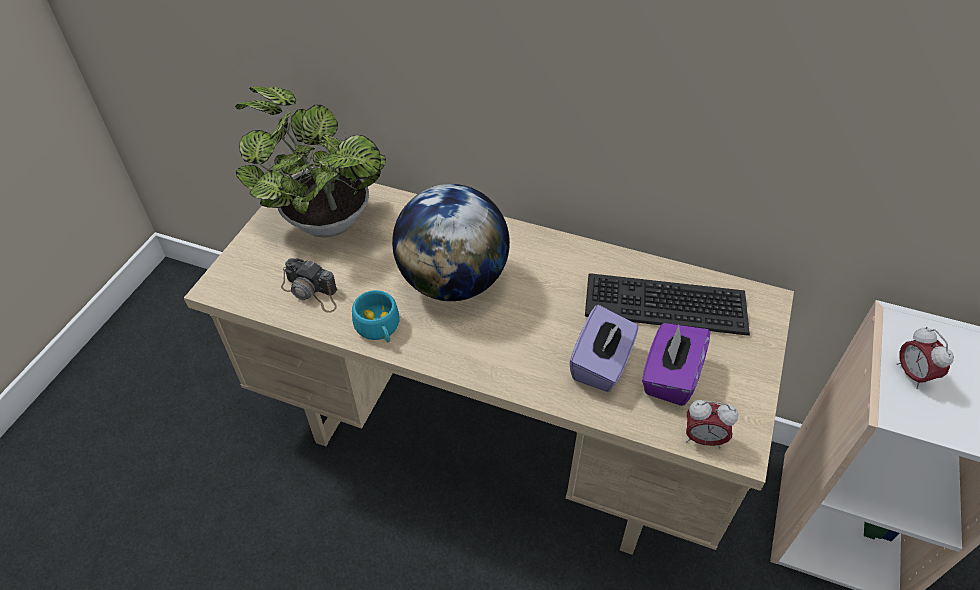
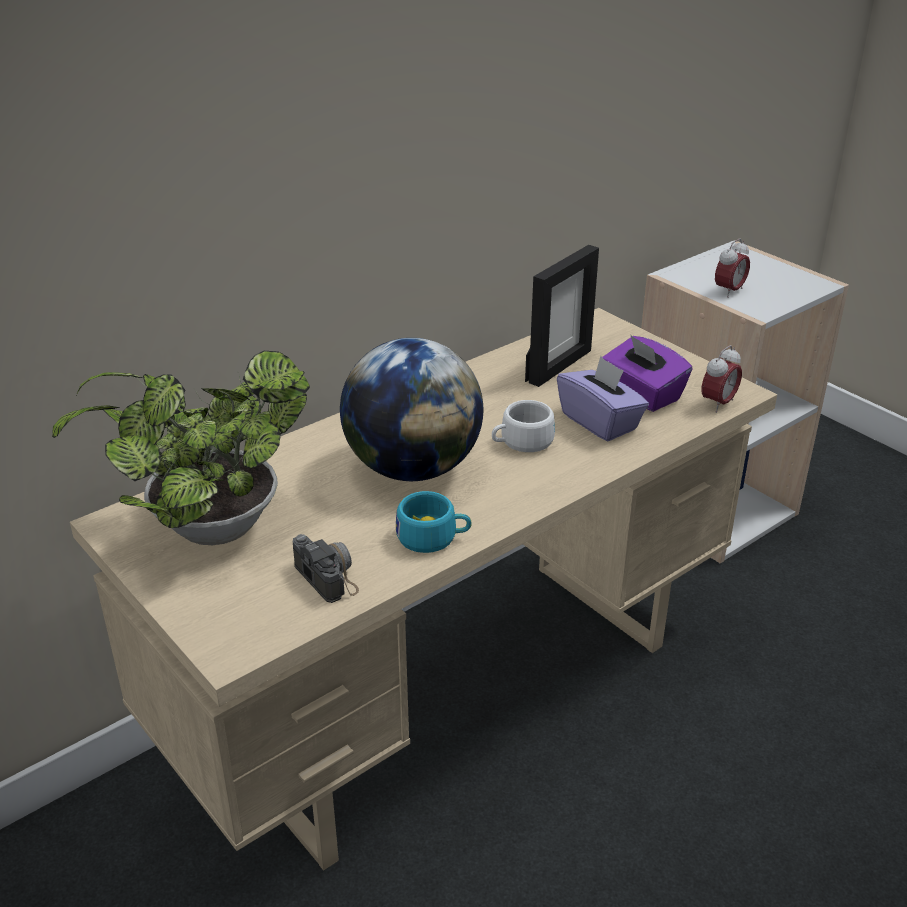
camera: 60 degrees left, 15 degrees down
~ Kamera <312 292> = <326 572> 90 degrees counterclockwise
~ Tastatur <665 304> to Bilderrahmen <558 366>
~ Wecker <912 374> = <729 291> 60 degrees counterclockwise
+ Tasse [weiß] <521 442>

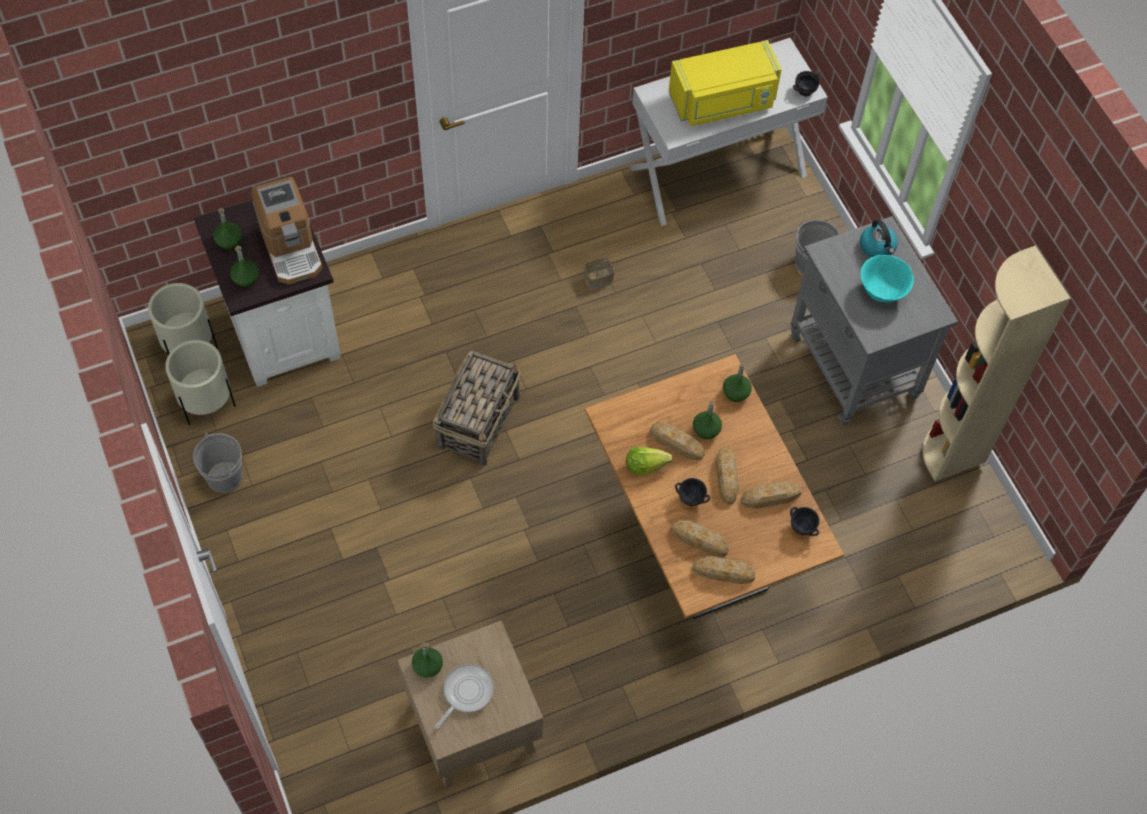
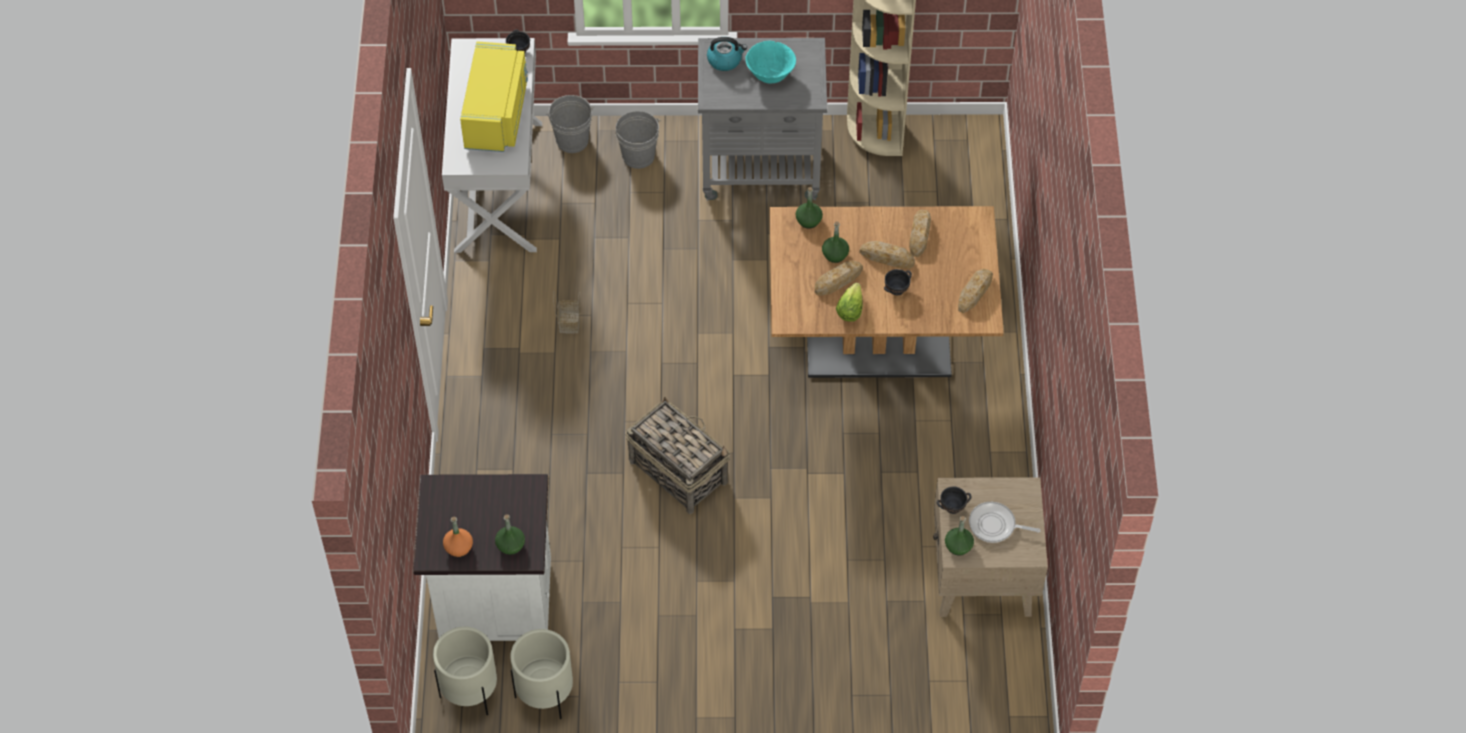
camera: 65 degrees left, 5 degrees down
~ Eimer [grau] <225 477> to <572 140>
~ Flasche [grün] <229 241> to Flasche [orange] <458 547>
- Kaffeemaschine <291 248>
~ Pfanne <466 693> = <995 525> 45 degrees counterclockwise
- Brot <699 540>
~ Schüssel [schwarz] <802 528> to <953 507>

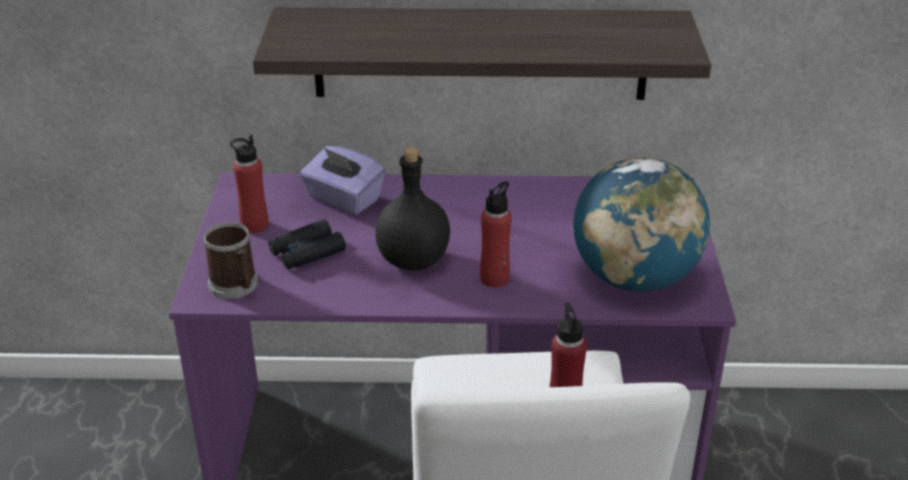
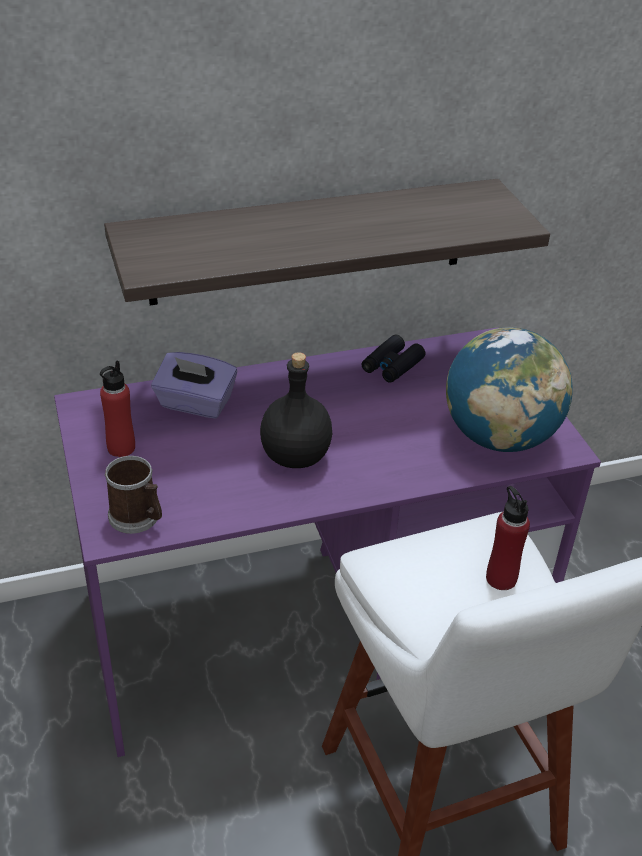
camera: 20 degrees left, 5 degrees up
~ Fernglas [schwarz] <307 252> to <392 366>
- Flasche [rot] <494 278>

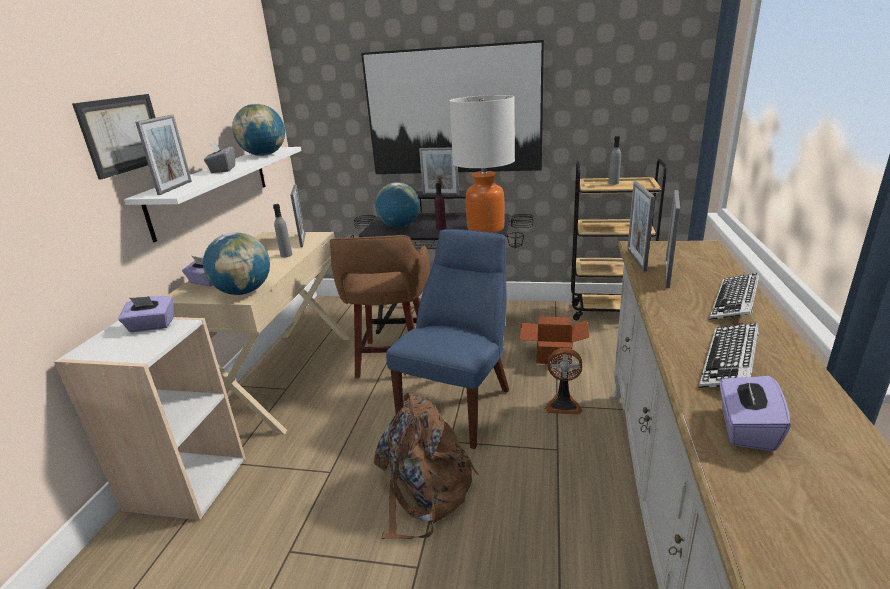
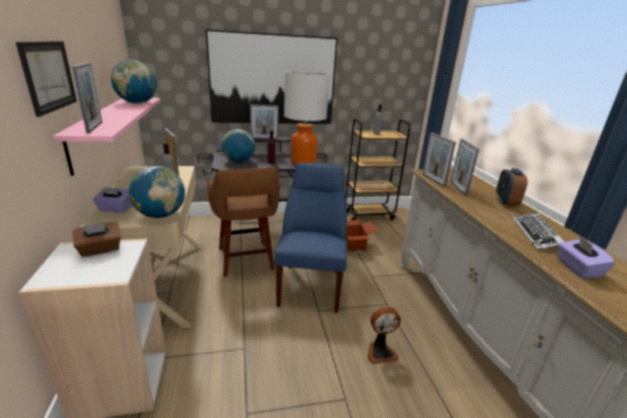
camera: 25 degrees left, 0 degrees up
~ Taschentuchbox [lila] <152 326> to Taschentuchbox [braun] <100 249>
~ Wandregal [weiß] <212 189> to Wandregal [rosa] <100 130>
- Taschentuchbox [grau] <222 170>
- Rucksack [braun] <423 491>
~ Ventilator <563 404> to <380 352>
~ Tastatur <735 302> to Wecker <505 202>

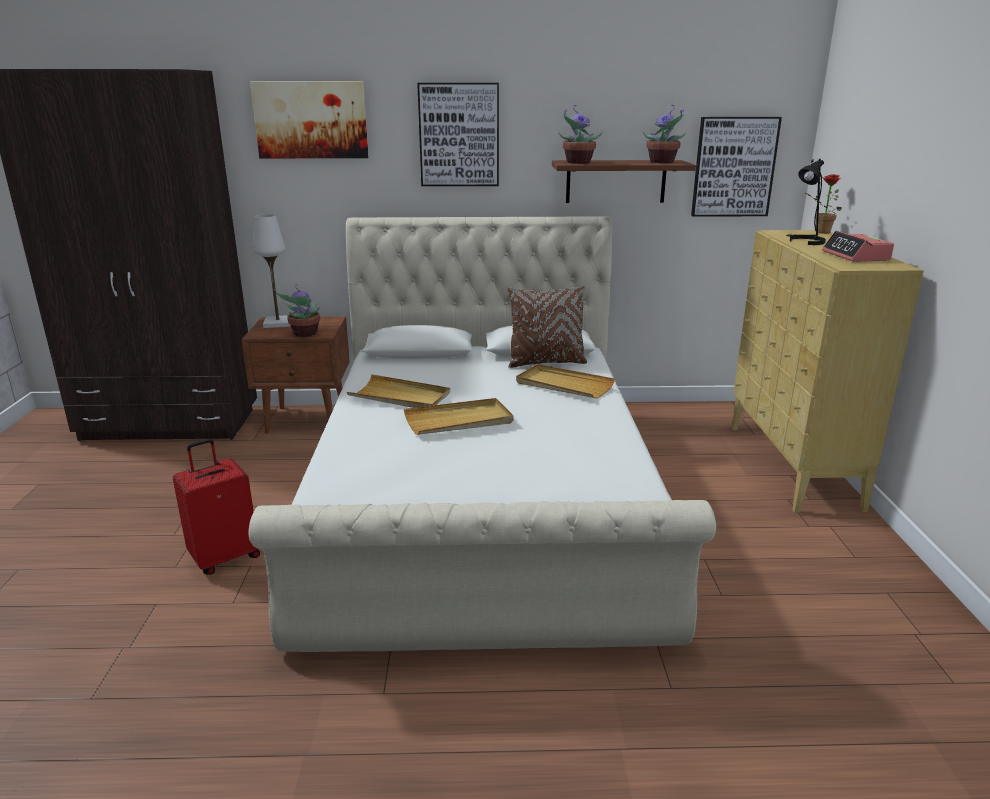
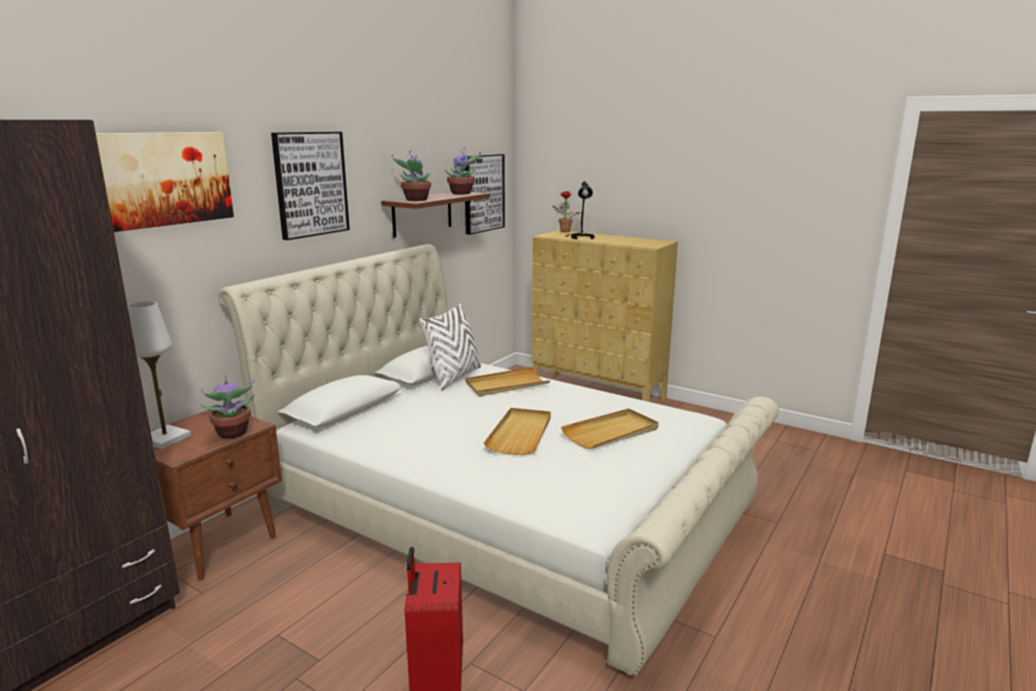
camera: 55 degrees left, 5 degrees down
~ Tablett [beige] <400 397> to <611 432>
~ Kissen [braun] <546 362> to Kissen [weiß] <454 377>
- Wecker <856 256>

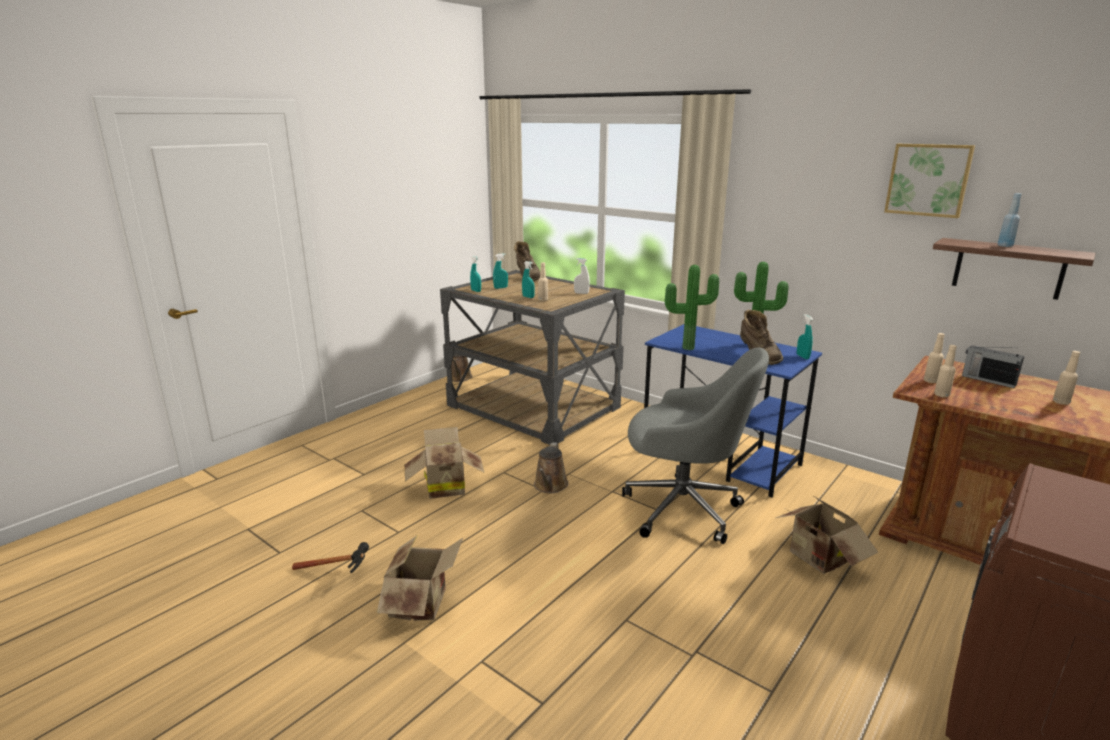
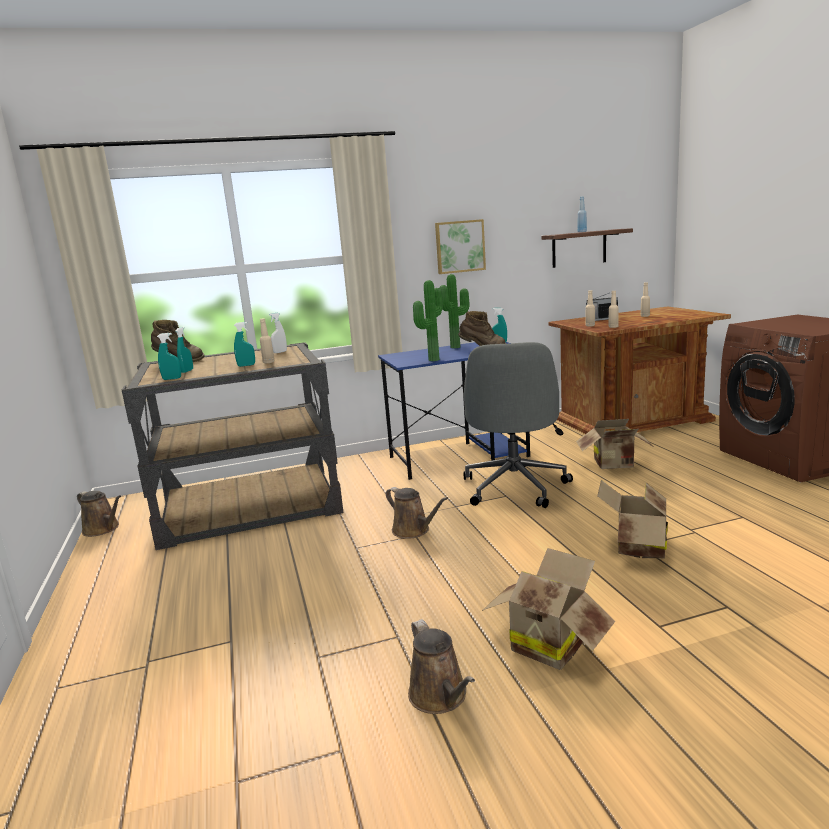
camera: 55 degrees left, 5 degrees down
~ Hammer <340 572> to Gießkanne [braun] <440 696>
~ Karton <444 487> to <636 548>
~ Bürostuhl [grau] <683 510> = <514 488> 135 degrees clockwise
~ Bild <928 180> to <459 246>

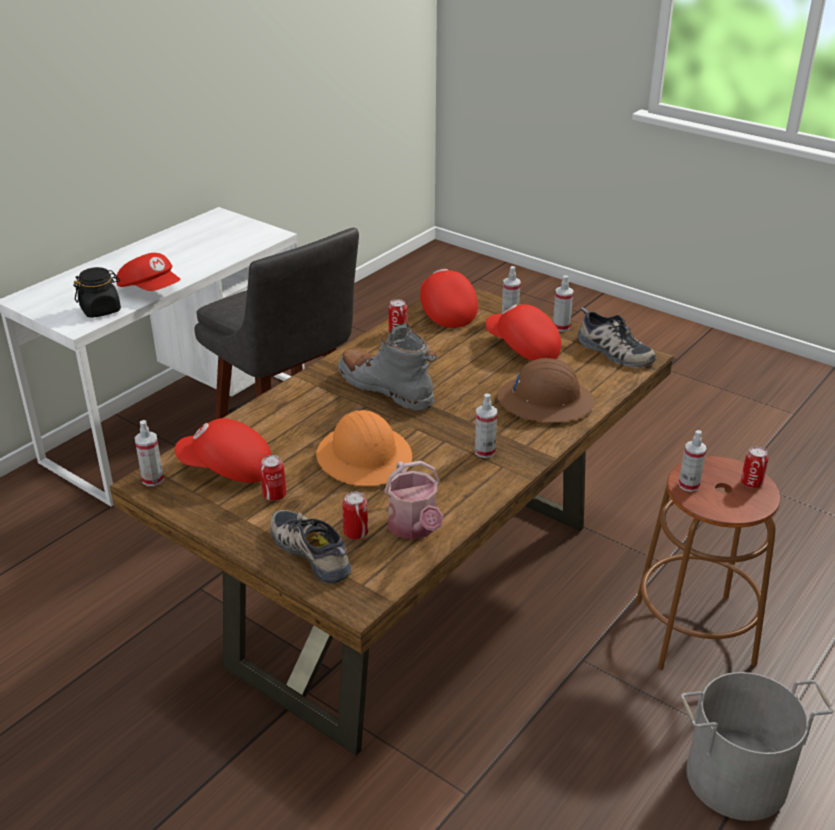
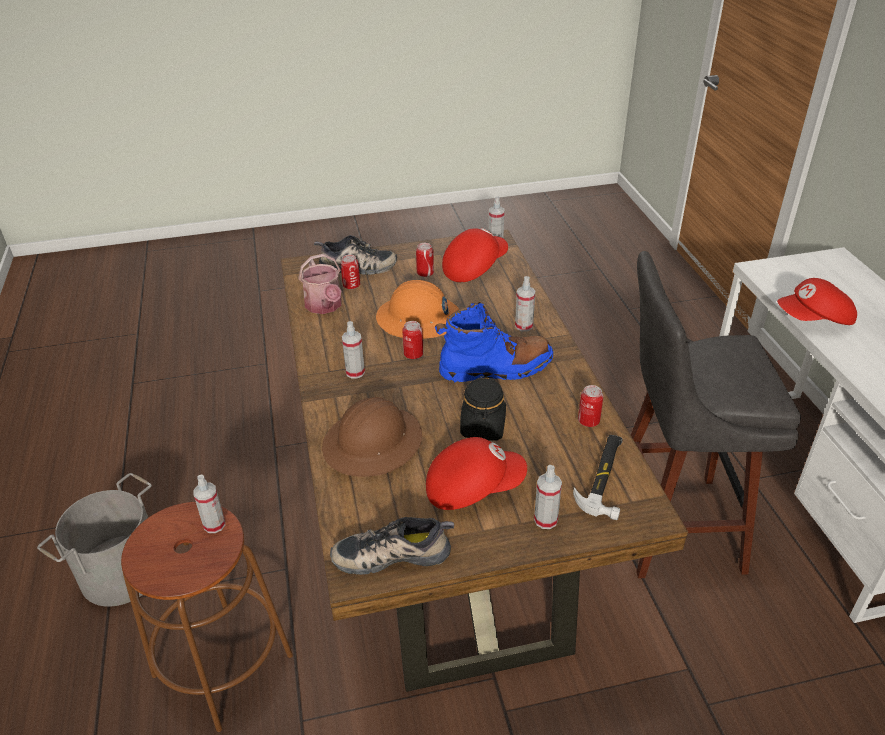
camera: 130 degrees right, 5 degrees up
~ Vorratsglas [schwarz] <101 310> to <483 428>
~ Stiefel [grau] <386 389> to Stiefel [blau] <496 368>
~ Gießkanne <415 528> = <325 306> 135 degrees counterclockwise
~ Kappe [rot] <445 311> to Hammer <605 477>
~ Sprühflasche <561 327> to <524 326>
~ Dose <751 483> to <413 354>

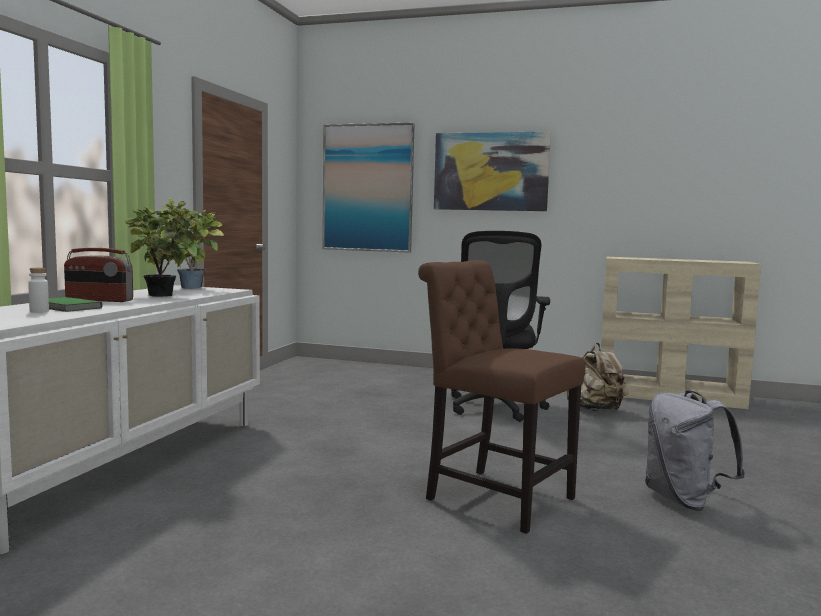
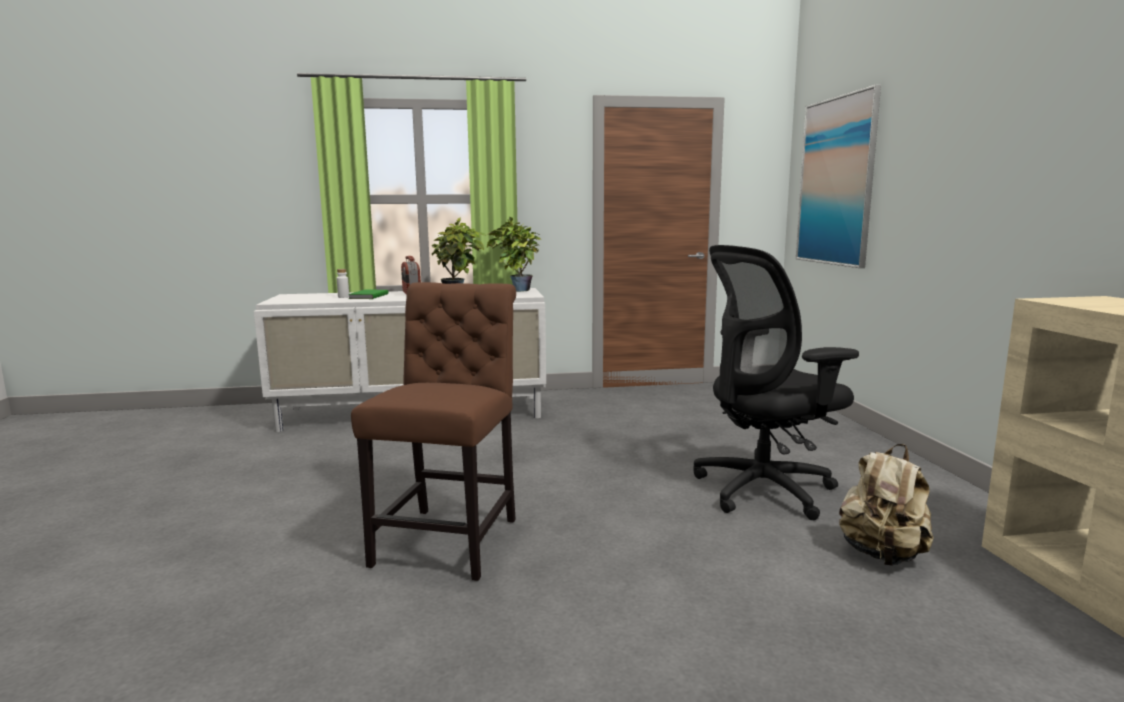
camera: 65 degrees right, 5 degrees up
- Bild <491 171>
- Rucksack [grau] <684 500>

